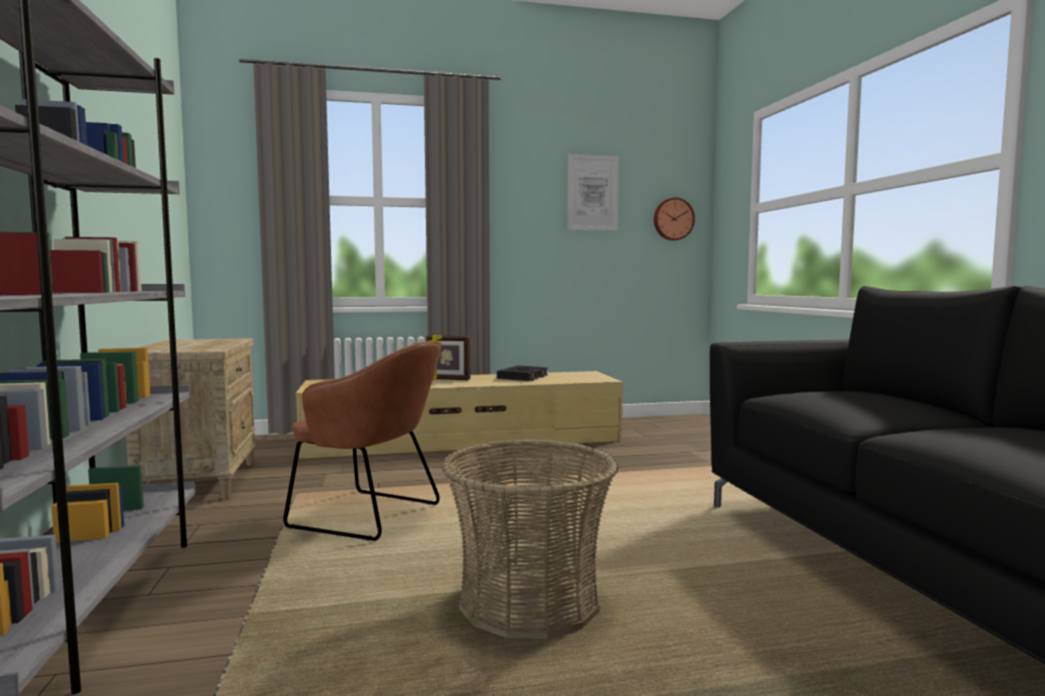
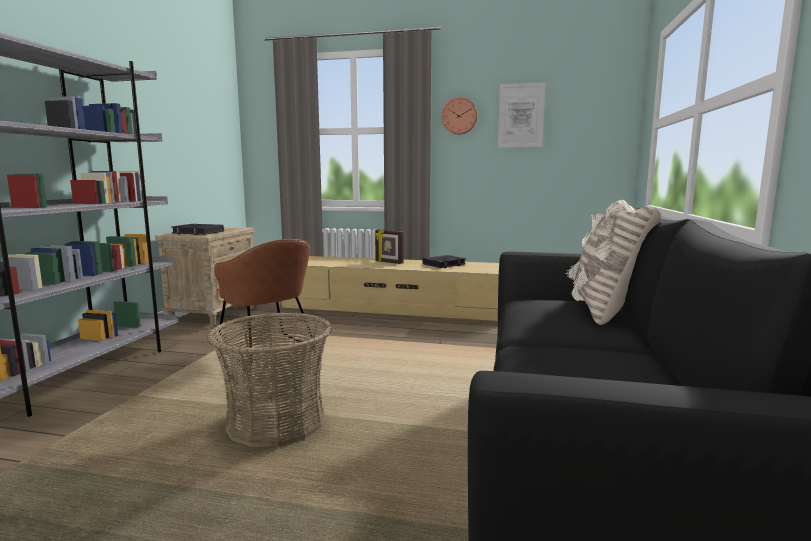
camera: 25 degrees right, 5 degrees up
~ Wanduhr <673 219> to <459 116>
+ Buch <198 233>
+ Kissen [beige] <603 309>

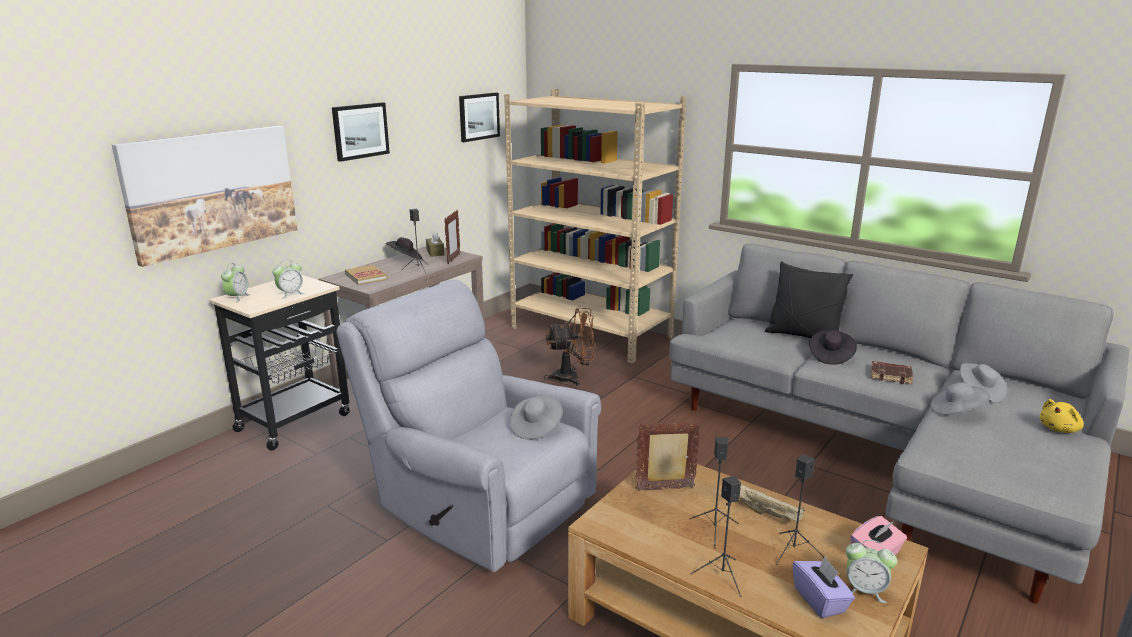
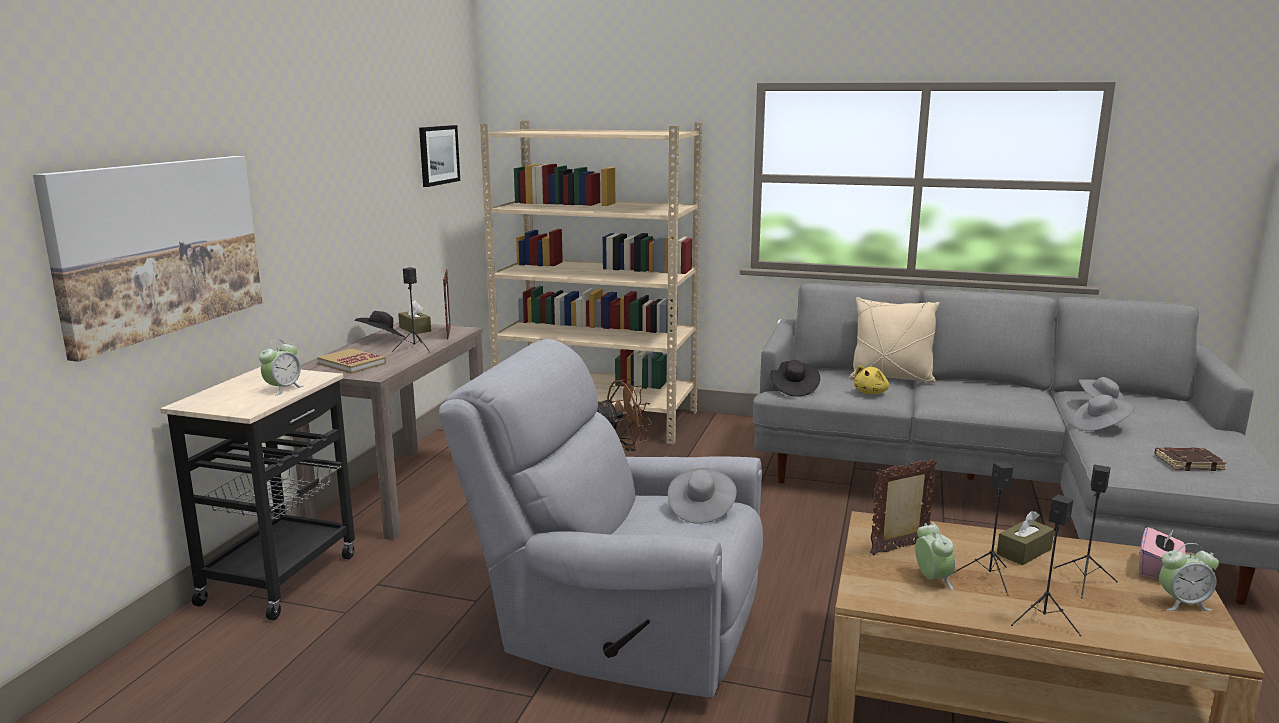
camera: 20 degrees left, 5 degrees down
~ Wecker <237 297> to <932 580>
- Bild <360 131>
~ Tablett [beige] <768 514> to Taschentuchbox [braun] <1024 552>
~ Kissen [schwarz] <803 336> to Kissen [beige] <891 378>
- Taschentuchbox [lila] <820 600>
~ Hut [schwarz] <830 356> to <793 389>
~ Buch [braun] <891 375> to <1188 463>
~ Plüschtier [gelb] <1059 429> to <871 393>

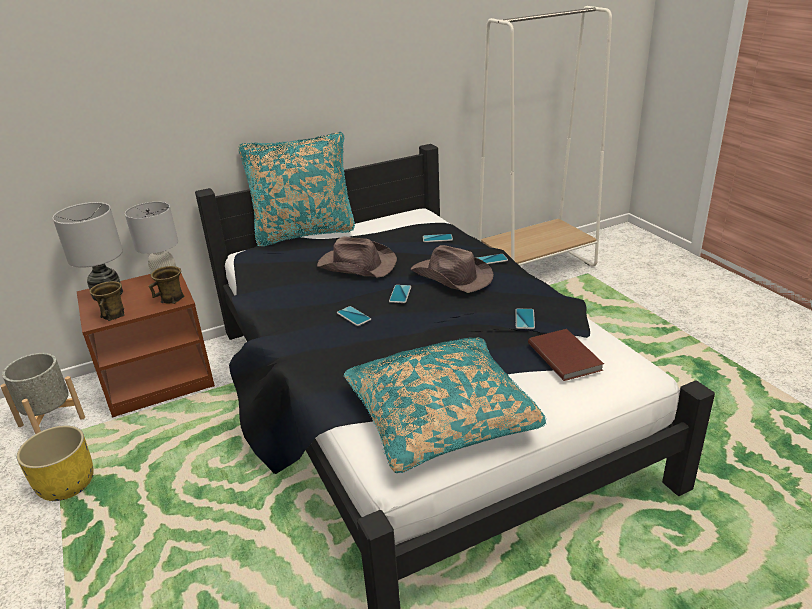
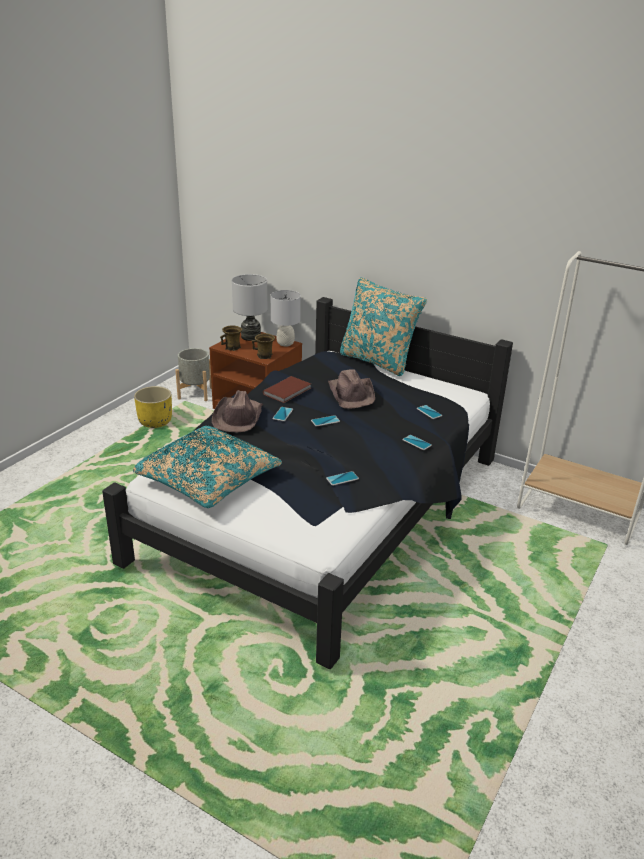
camera: 55 degrees right, 0 degrees up
~ Hut [braun] <452 277> to <238 417>
~ Buch [braun] <565 356> to <288 391>

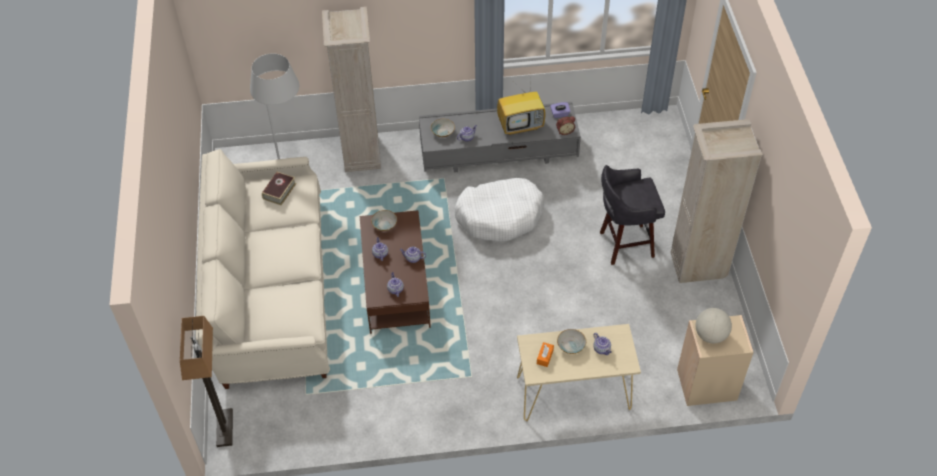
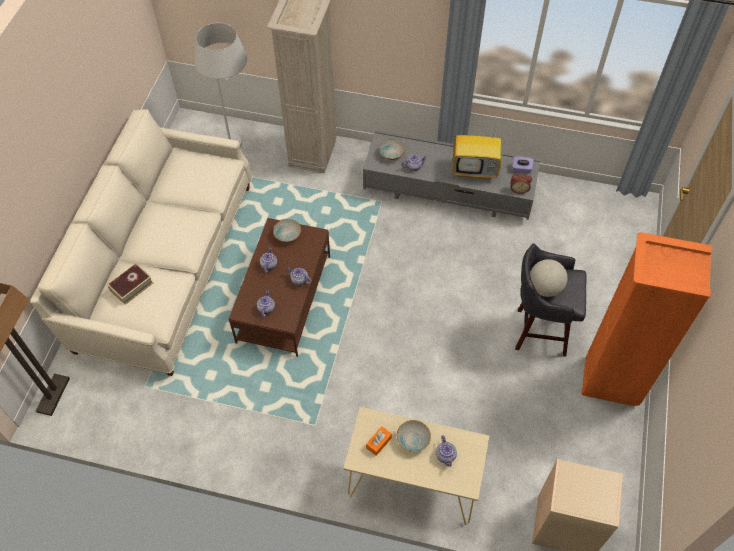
camera: 20 degrees right, 5 degrees up
~ Buch <279 191> to <131 286>
- Hundebett [weiß] <500 216>
~ Schrank [beige] <698 265> to Schrank [orange] <610 381>
~ Globus <710 335> to <545 288>

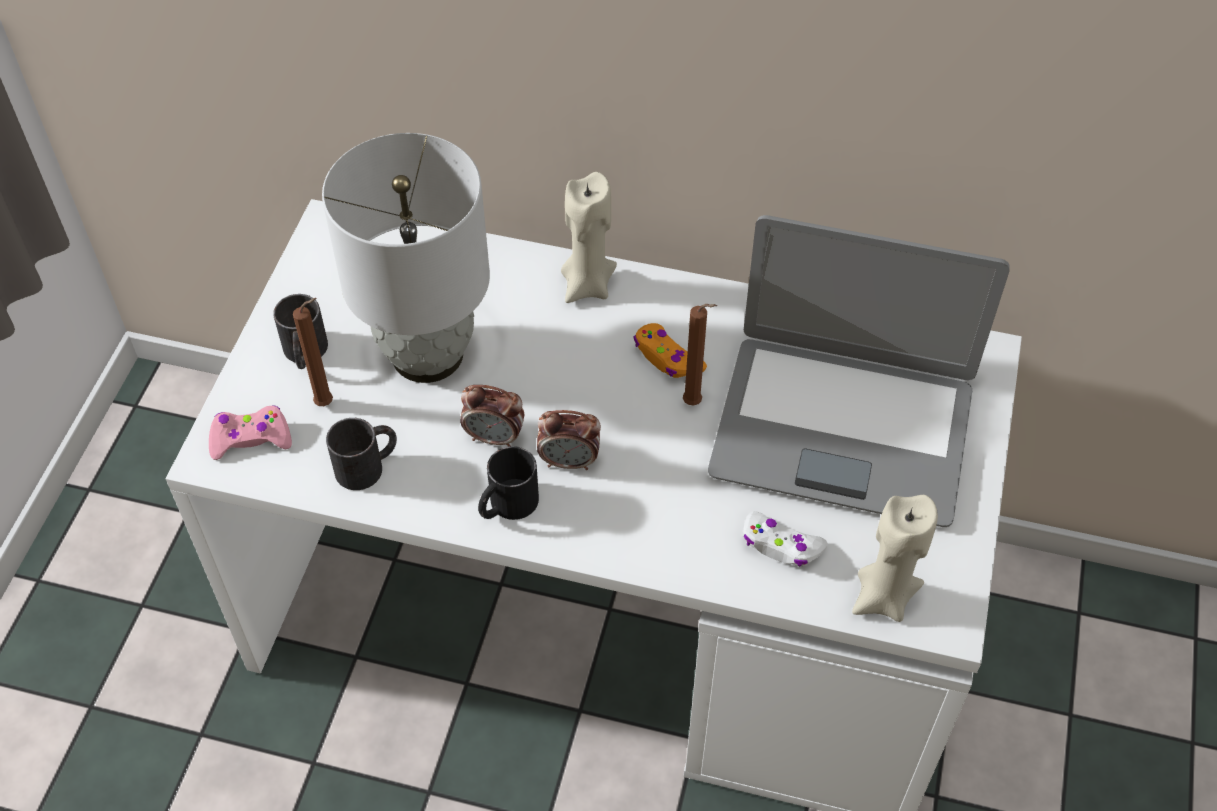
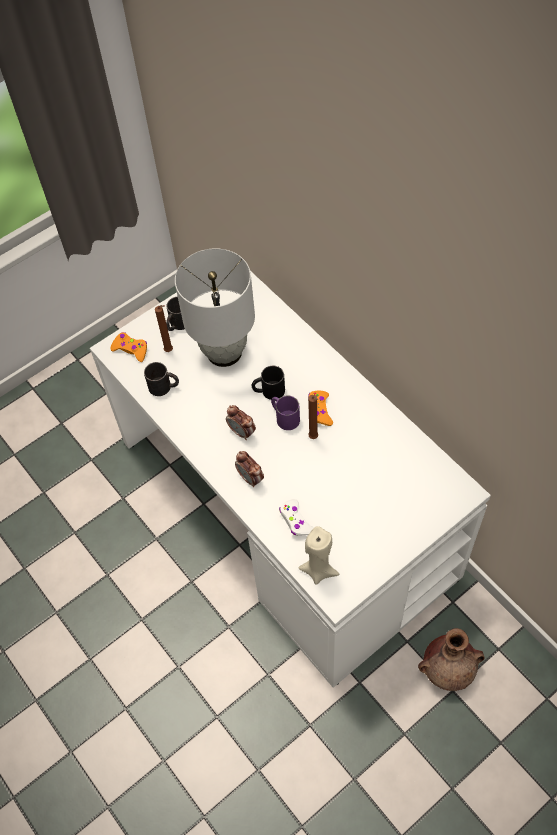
camera: 40 degrees right, 5 degrees up
~ Gamepad [rosa] <251 438> to Gamepad [orange] <131 349>
~ Wecker <494 437> to <250 478>
~ Henkelbecher [schwarz] <506 505> to <268 391>
- Kerze [beige] <587 285>
- Laptop <842 428>
+ Henkelbecher [lila] <284 417>
+ Vase [braun] <448 669>

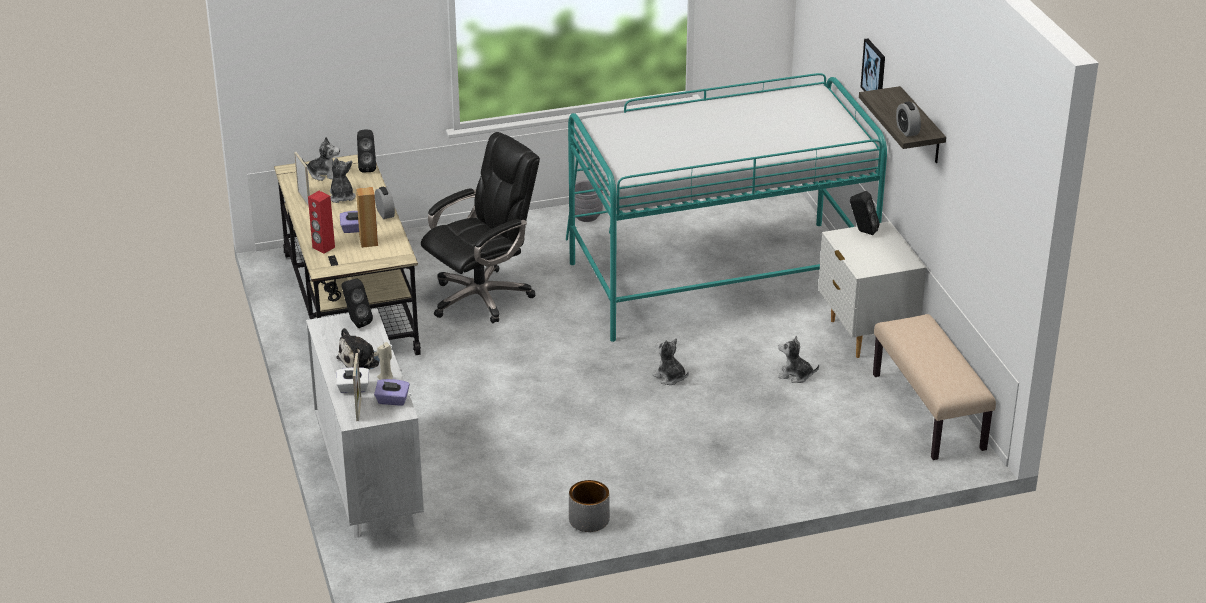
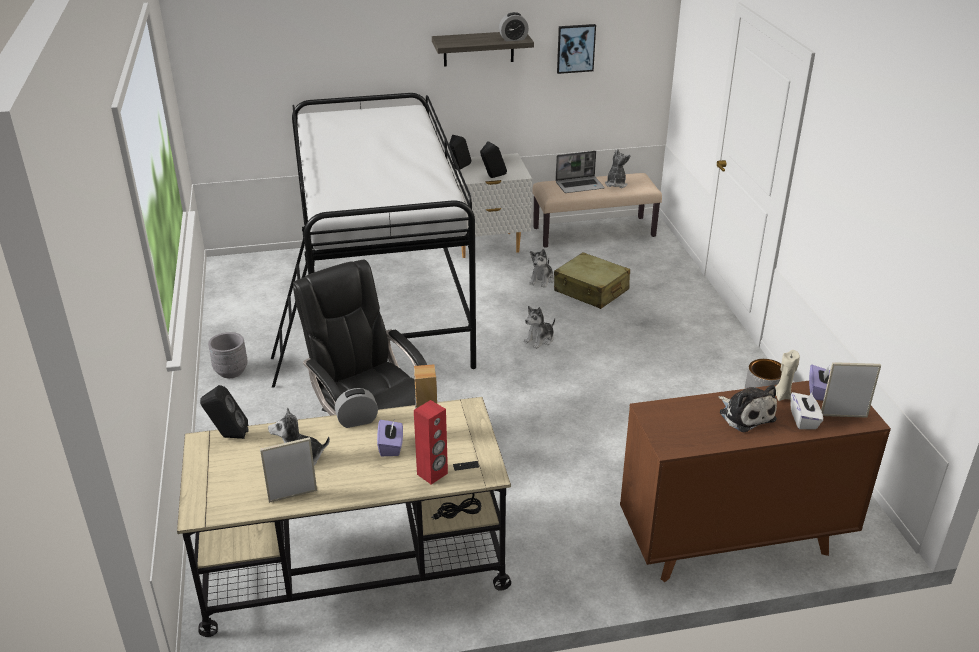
camera: 85 degrees left, 0 degrees up
~ Plüschtier <324 174> to <616 184>
~ Kommode [weiß] <369 485> to Kommode [braun] <733 543>
~ Lautsprecher [schwarz] <356 322> to <492 177>
~ Bett [türkis] <715 279> to Bett [schwarz] <381 305>
~ Bild <874 71> to <575 48>
+ Koffer [beige] <591 291>
+ Laptop <580 185>

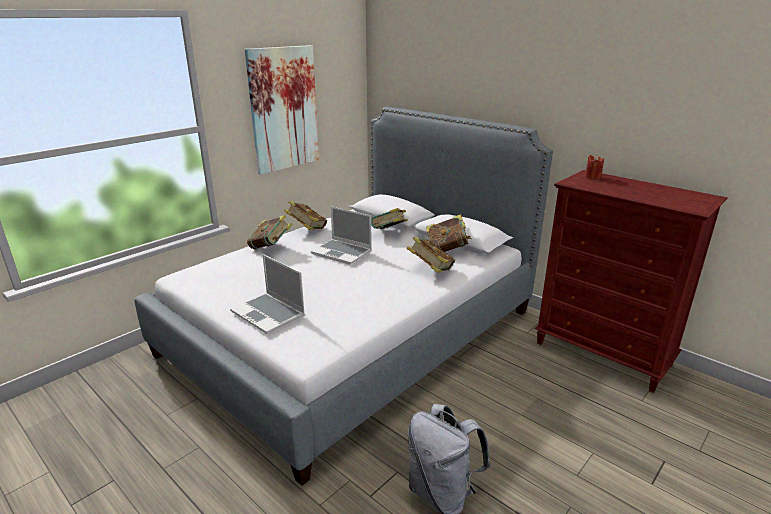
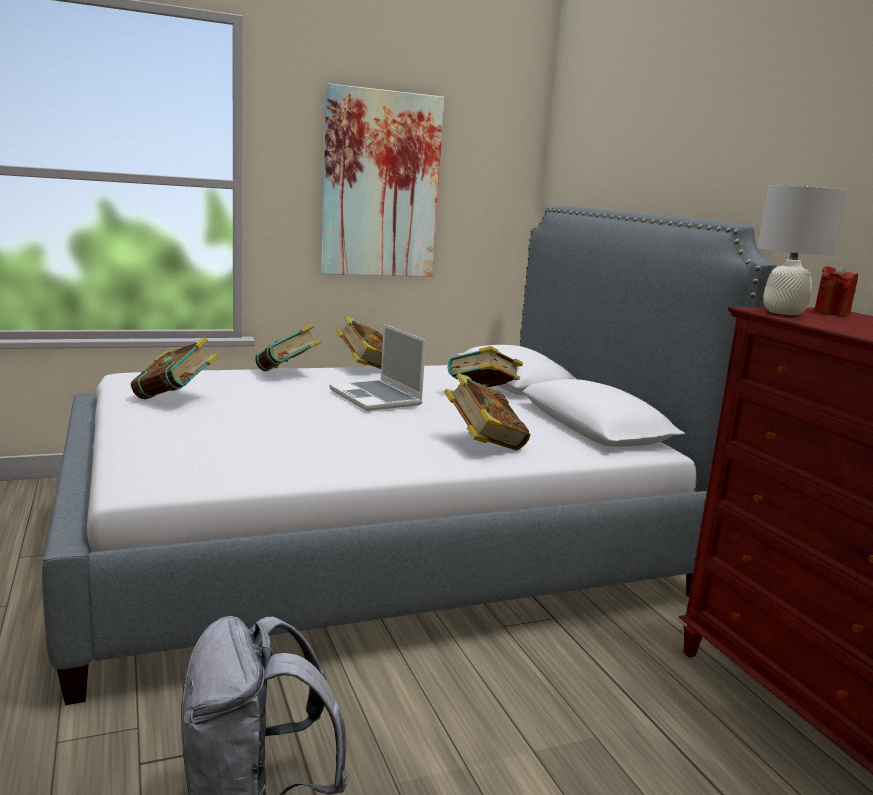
camera: 25 degrees right, 10 degrees down
- Laptop <269 314>
~ Buch <447 250> to <175 399>
+ Tischlampe [grau] <781 313>

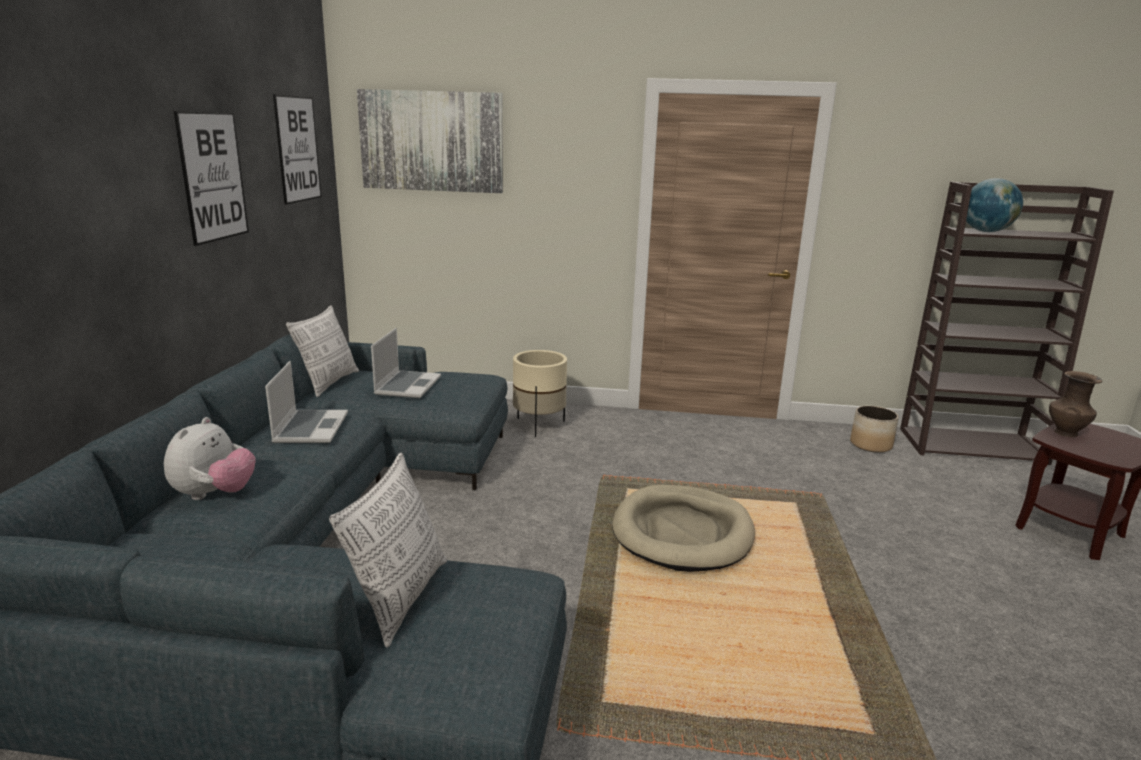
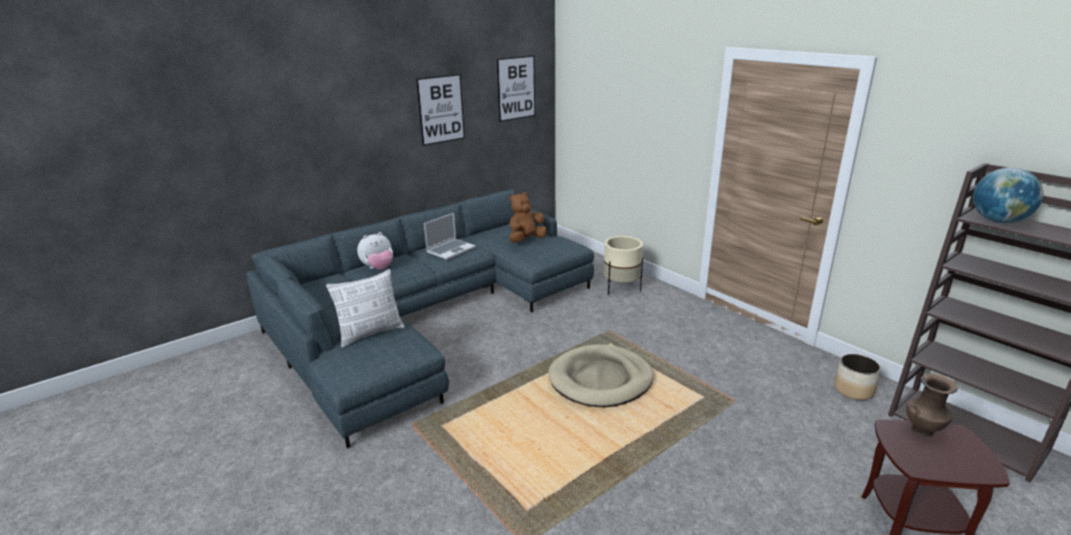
camera: 45 degrees right, 5 degrees up
- Kissen <328 383>
- Bild <431 141>
~ Laptop <407 385> to Plüschtier [braun] <526 240>

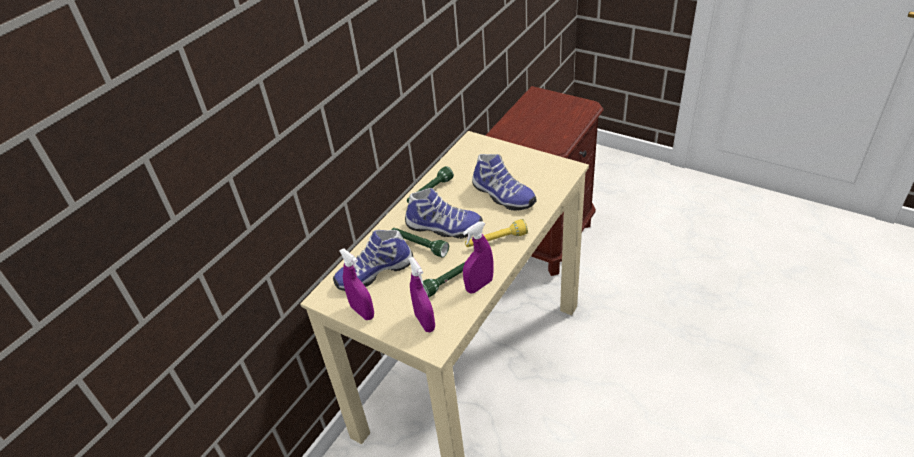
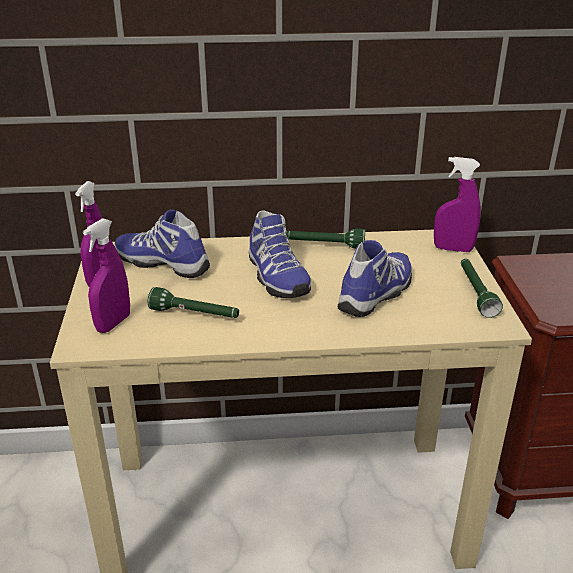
camera: 50 degrees right, 10 degrees down
~ Taschenlampe [grün] <419 245> to <475 293>
~ Sprühflasche [lila] <479 285> to <453 249>
- Taschenlampe [gelb] <495 241>
~ Schuh <502 196> = <377 294> 150 degrees counterclockwise

